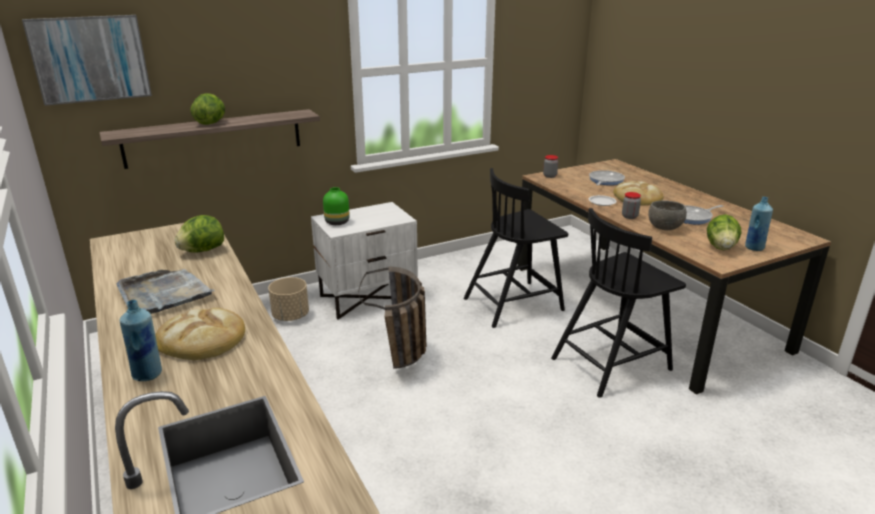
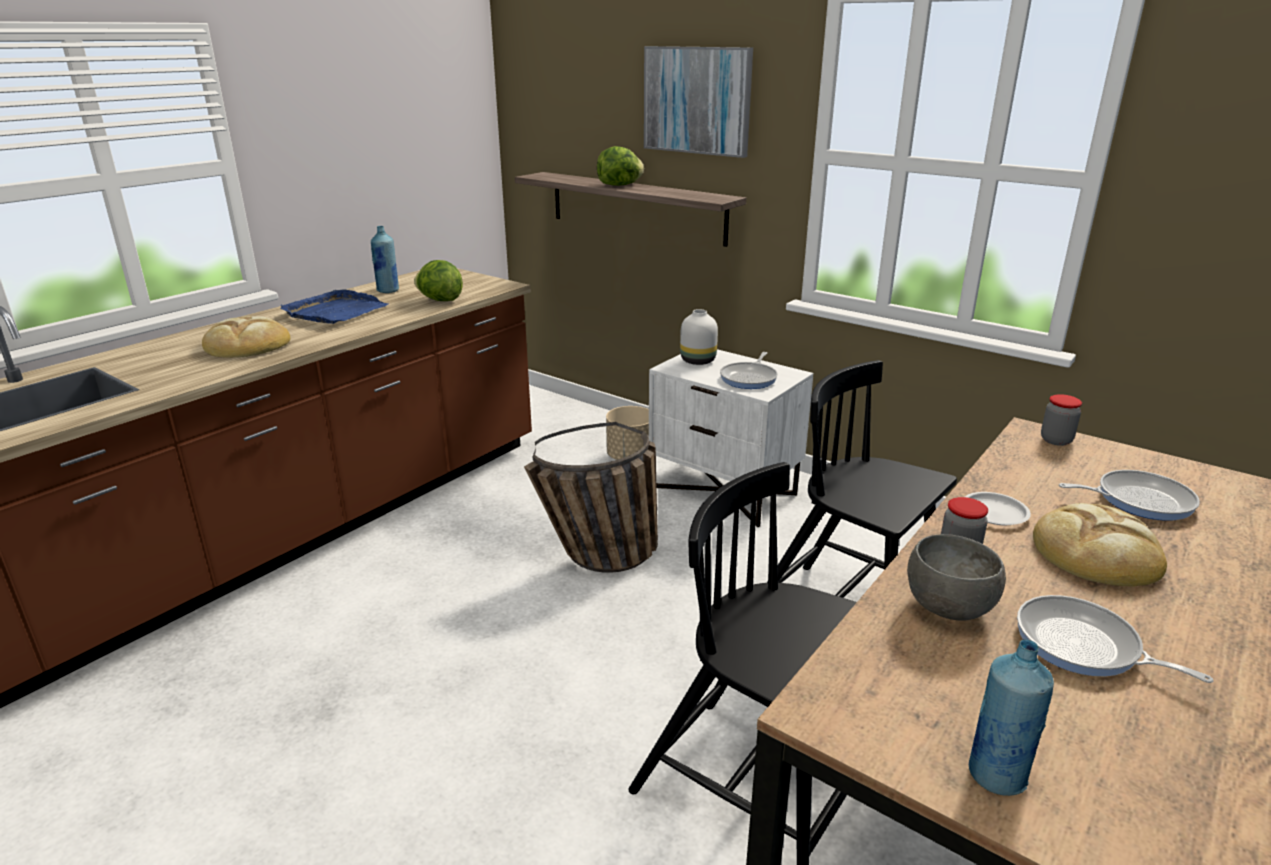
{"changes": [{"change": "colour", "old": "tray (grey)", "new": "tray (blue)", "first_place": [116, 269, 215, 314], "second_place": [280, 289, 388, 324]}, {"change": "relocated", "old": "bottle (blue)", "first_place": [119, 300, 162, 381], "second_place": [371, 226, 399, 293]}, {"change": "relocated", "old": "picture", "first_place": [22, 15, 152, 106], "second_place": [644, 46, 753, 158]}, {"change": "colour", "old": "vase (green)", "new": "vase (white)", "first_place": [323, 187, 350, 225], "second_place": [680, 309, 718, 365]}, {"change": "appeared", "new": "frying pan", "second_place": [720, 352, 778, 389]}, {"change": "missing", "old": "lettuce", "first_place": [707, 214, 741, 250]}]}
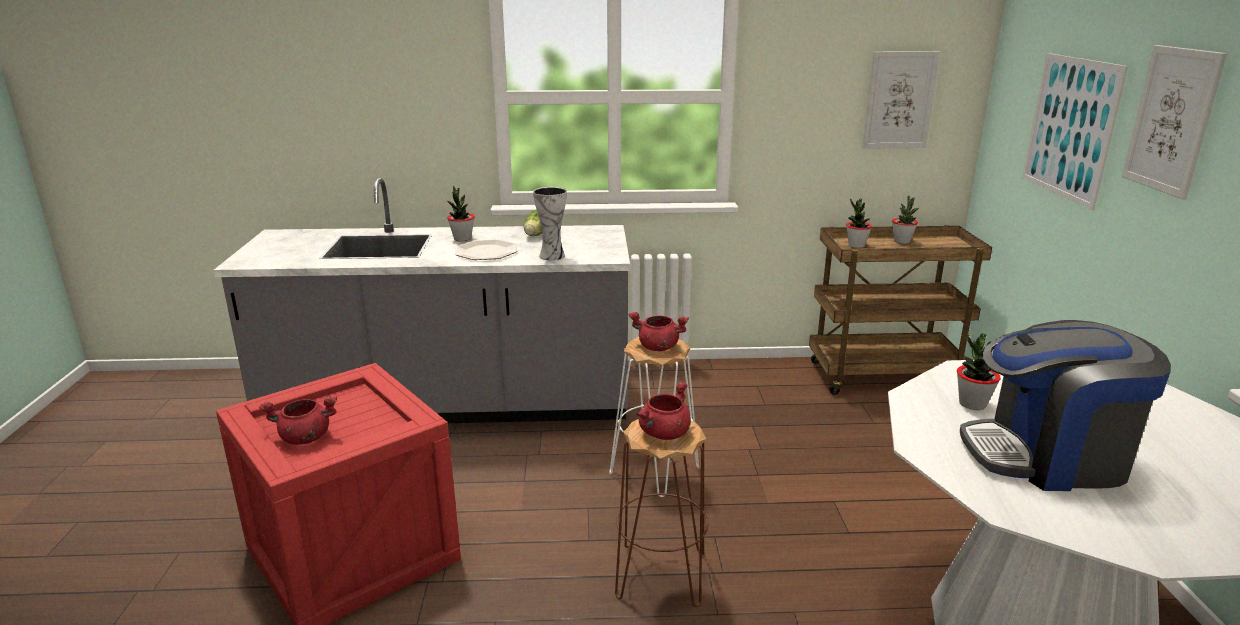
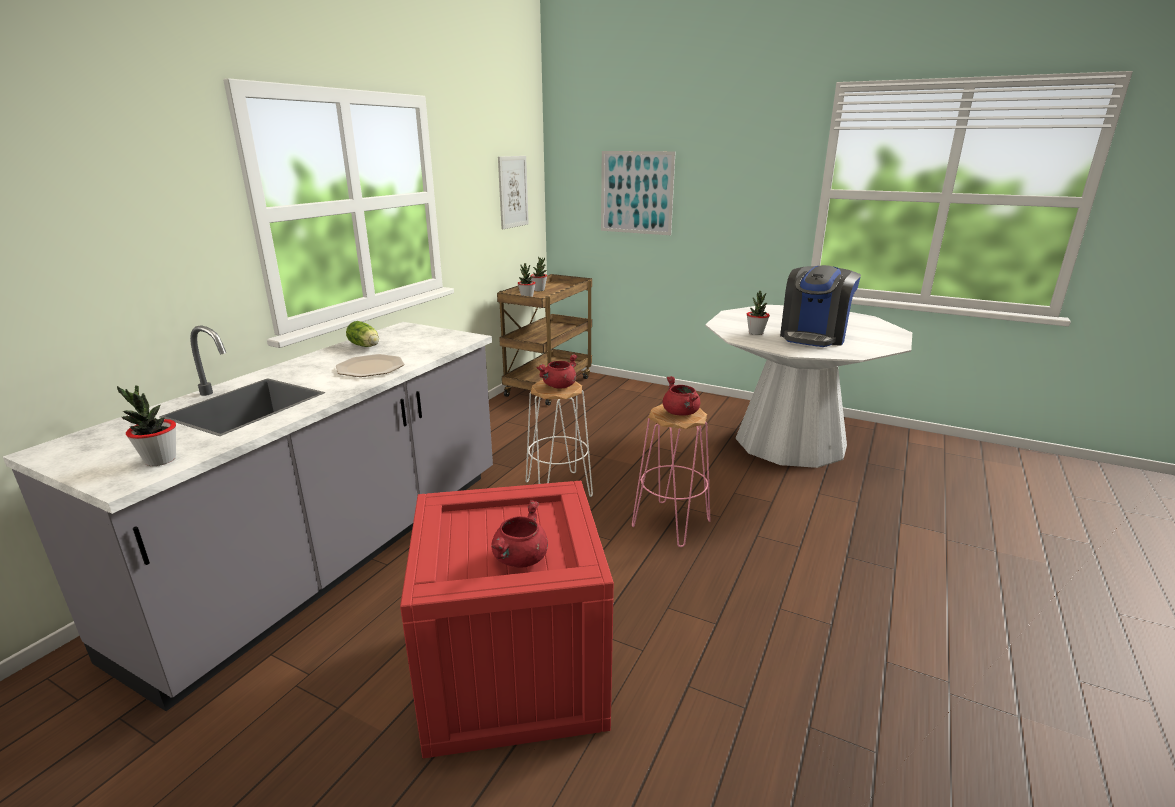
{"changes": [{"change": "relocated", "old": "potted plant", "first_place": [447, 185, 475, 242], "second_place": [117, 385, 176, 466]}, {"change": "colour", "old": "stool (brown)", "new": "stool (pink)", "first_place": [615, 419, 708, 607], "second_place": [632, 404, 711, 547]}, {"change": "missing", "old": "vase", "first_place": [533, 187, 567, 260]}, {"change": "missing", "old": "picture", "first_place": [1122, 45, 1227, 199]}]}
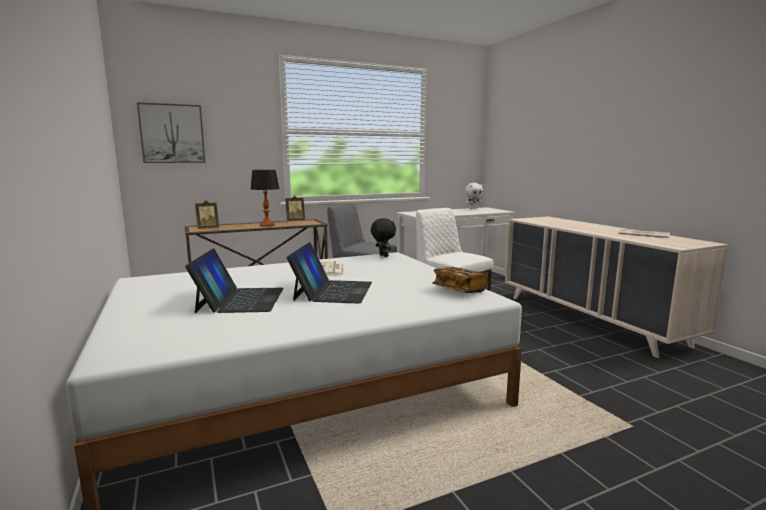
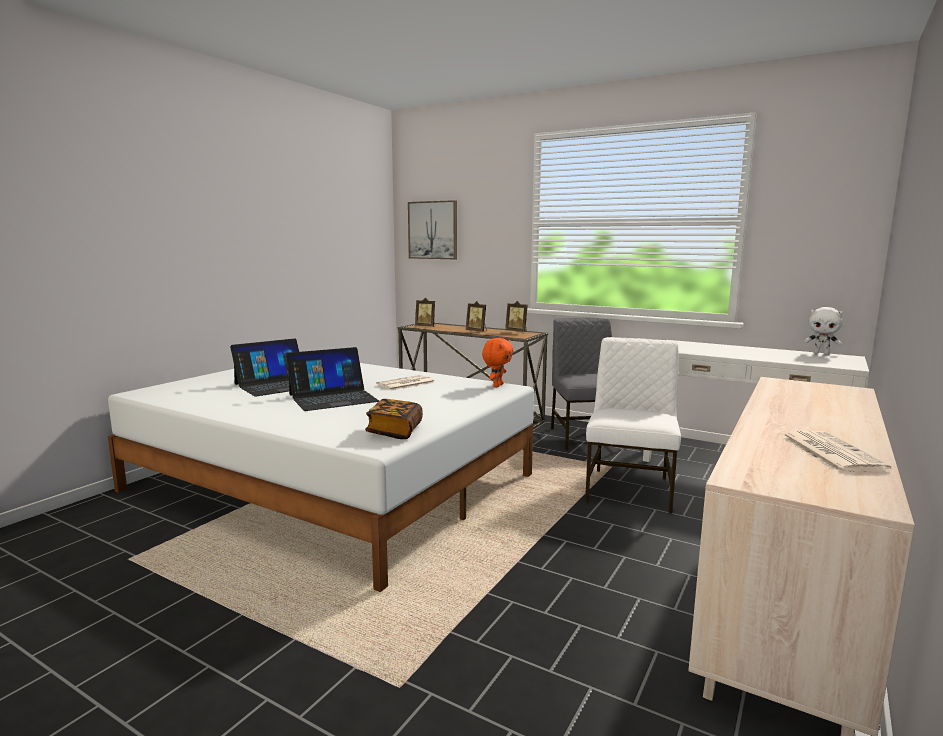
{"changes": [{"change": "exchanged", "old": "table lamp", "new": "picture frame", "first_place": [251, 170, 280, 227], "second_place": [466, 301, 487, 332]}, {"change": "colour", "old": "plush toy (black)", "new": "plush toy (orange)", "first_place": [371, 218, 396, 257], "second_place": [482, 338, 514, 387]}]}
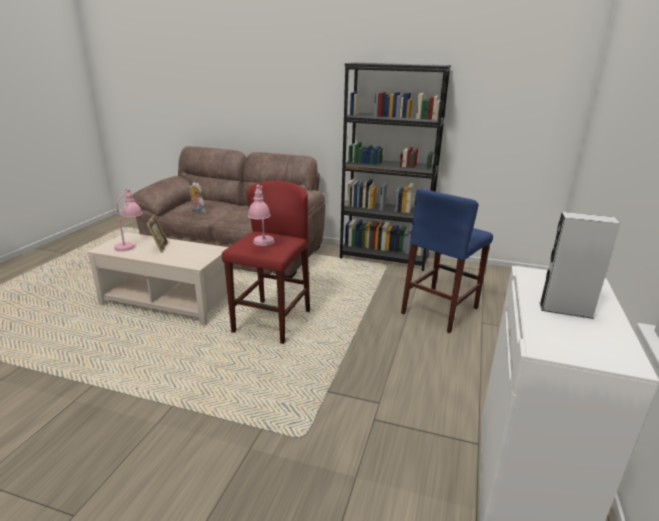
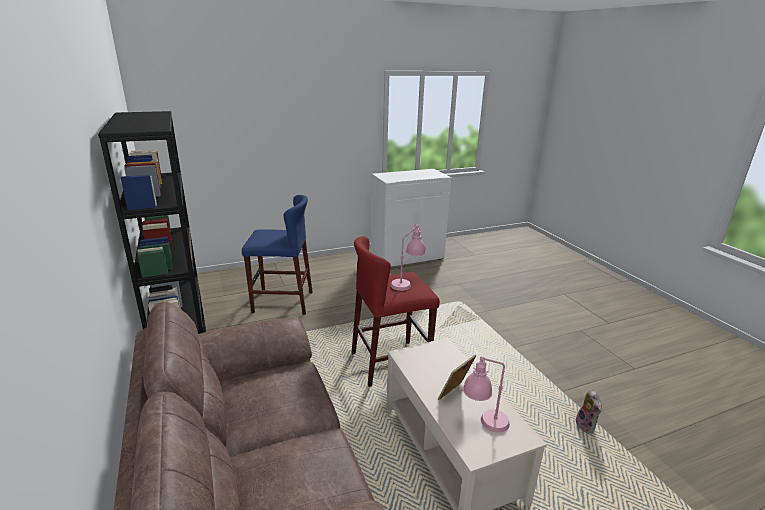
{"changes": [{"change": "relocated", "old": "plush toy", "first_place": [189, 182, 206, 214], "second_place": [576, 389, 602, 434]}, {"change": "missing", "old": "speaker (grey)", "first_place": [540, 212, 621, 319]}]}
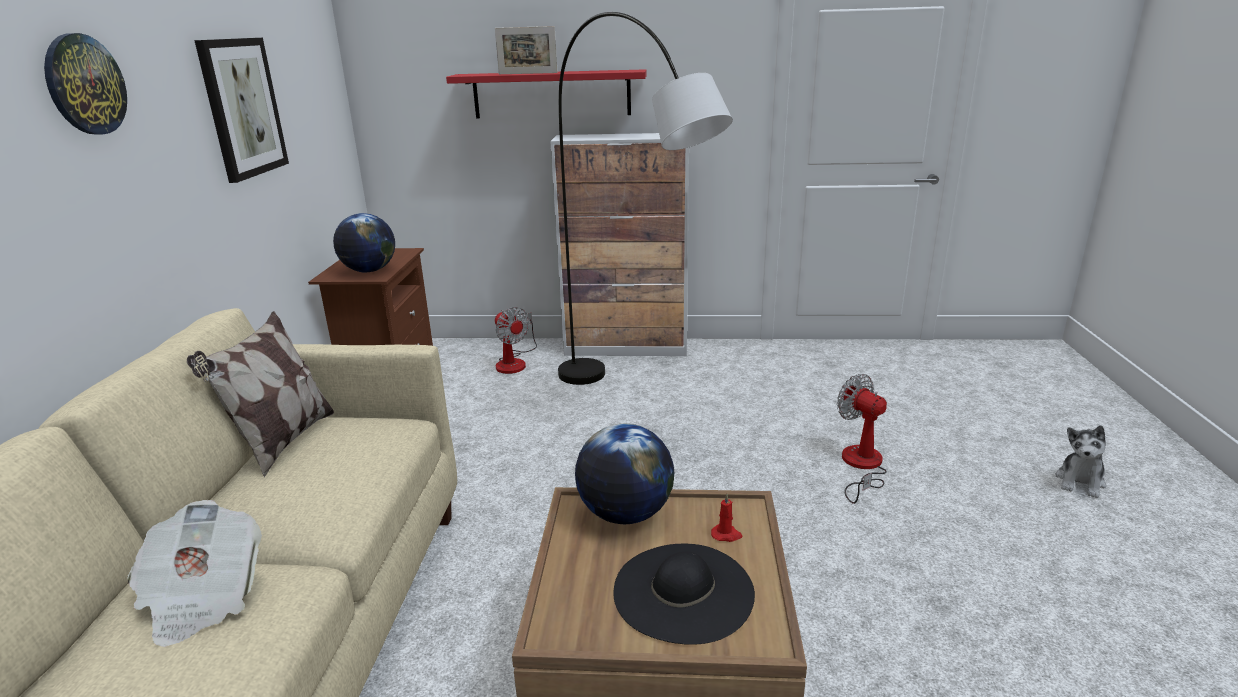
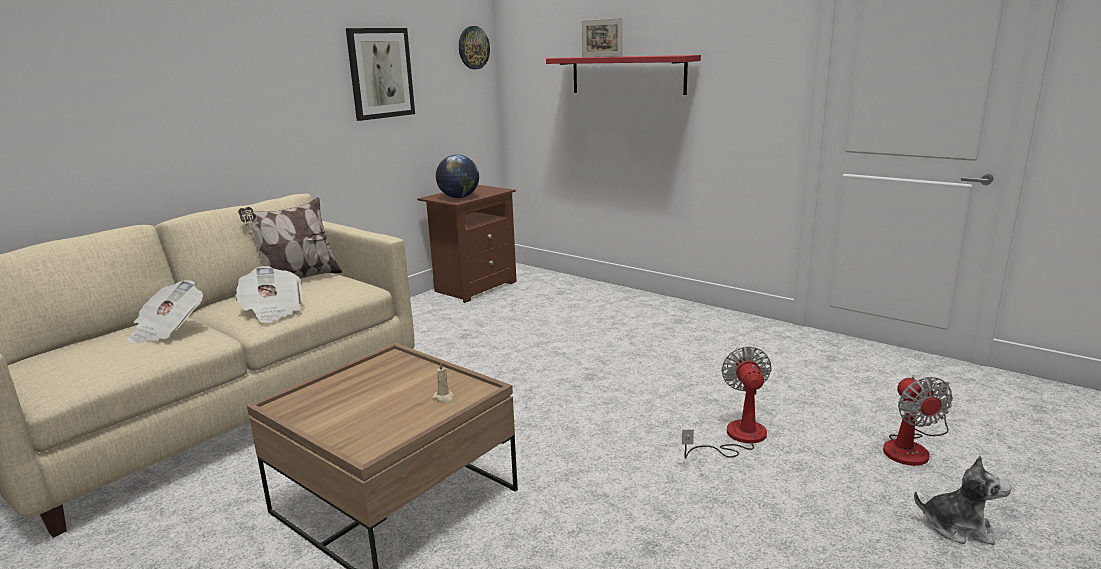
{"changes": [{"change": "appeared", "new": "newspaper", "second_place": [235, 266, 302, 323]}, {"change": "colour", "old": "candle (red)", "new": "candle (beige)", "first_place": [711, 494, 742, 542], "second_place": [433, 362, 454, 403]}, {"change": "relocated", "old": "wall clock", "first_place": [44, 33, 127, 135], "second_place": [459, 26, 490, 69]}, {"change": "relocated", "old": "fan", "first_place": [495, 307, 537, 374], "second_place": [883, 375, 953, 466]}, {"change": "spun", "old": "plush toy", "first_place": [1055, 425, 1106, 498], "second_place": [914, 455, 1012, 545], "degrees": -135}, {"change": "missing", "old": "cabinet", "first_place": [550, 133, 689, 356]}, {"change": "missing", "old": "floor lamp (grey)", "first_place": [558, 12, 733, 385]}, {"change": "missing", "old": "globe", "first_place": [575, 424, 674, 524]}, {"change": "missing", "old": "hat (black)", "first_place": [613, 544, 755, 645]}]}
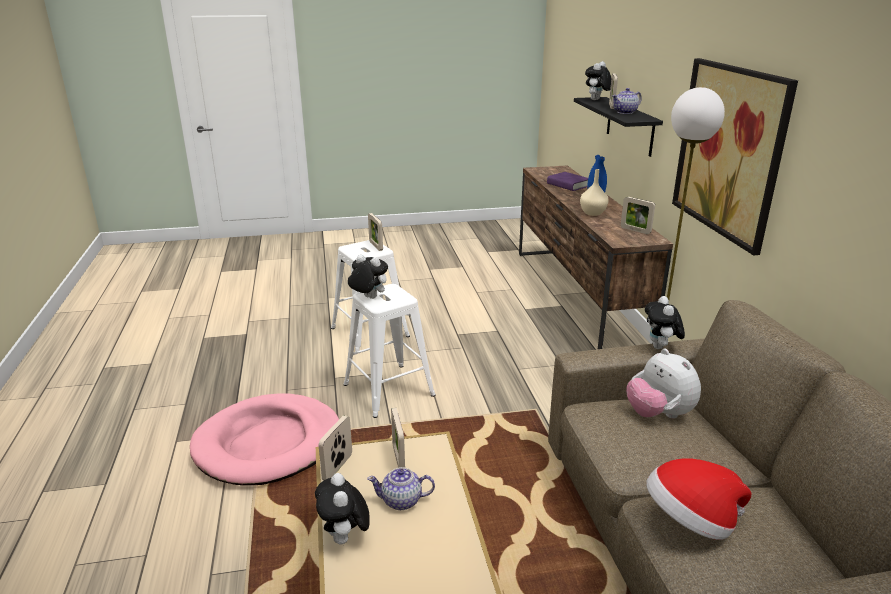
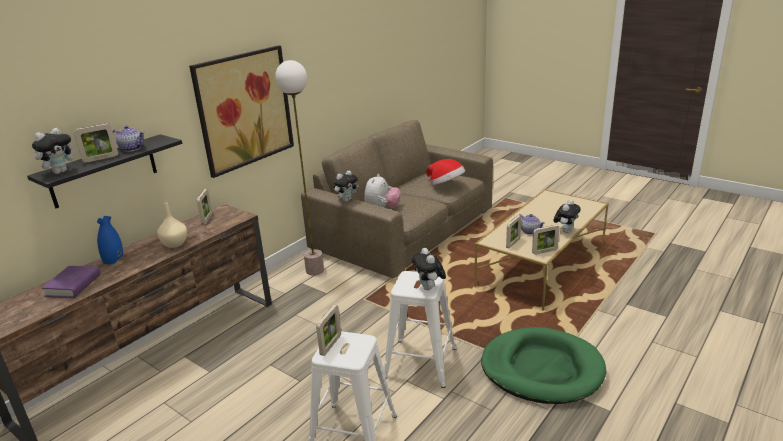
{"changes": [{"change": "spun", "old": "plush toy", "first_place": [585, 61, 612, 100], "second_place": [32, 128, 77, 174], "degrees": -45}, {"change": "colour", "old": "dog bed (pink)", "new": "dog bed (green)", "first_place": [190, 394, 339, 485], "second_place": [481, 327, 607, 404]}]}
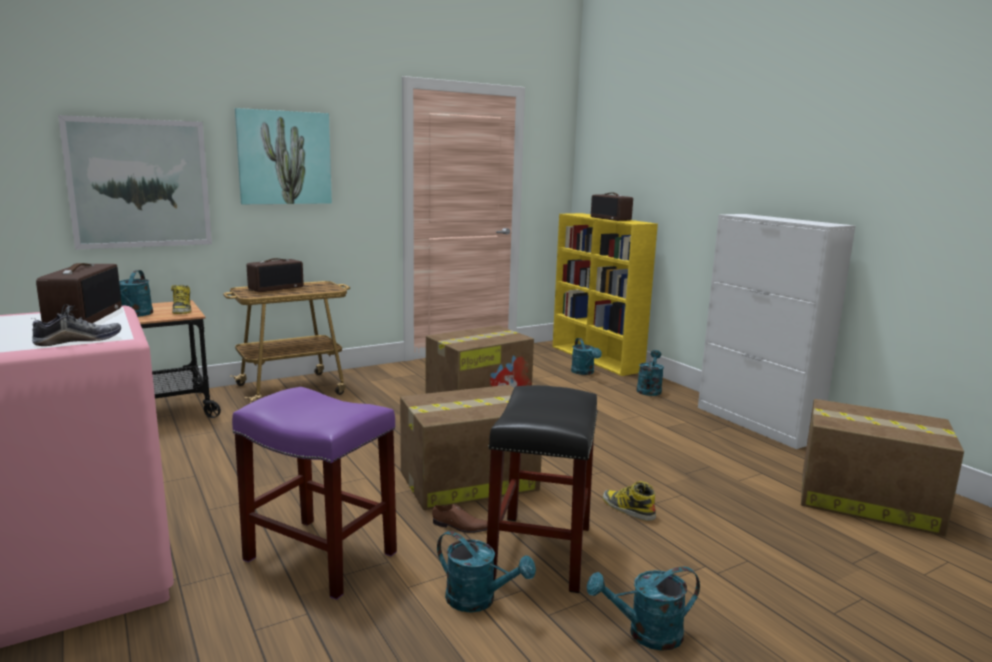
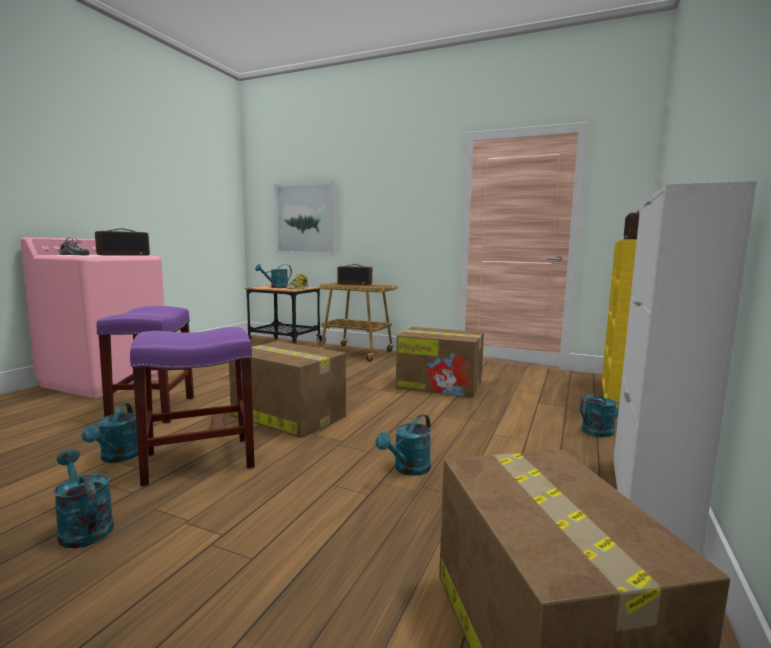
{"changes": [{"change": "colour", "old": "stool (black)", "new": "stool (purple)", "first_place": [487, 385, 598, 593], "second_place": [130, 327, 255, 487]}, {"change": "relocated", "old": "watering can (turquoise)", "first_place": [571, 338, 602, 375], "second_place": [376, 414, 431, 476]}, {"change": "missing", "old": "picture", "first_place": [235, 108, 332, 204]}, {"change": "missing", "old": "boot", "first_place": [602, 481, 656, 521]}]}
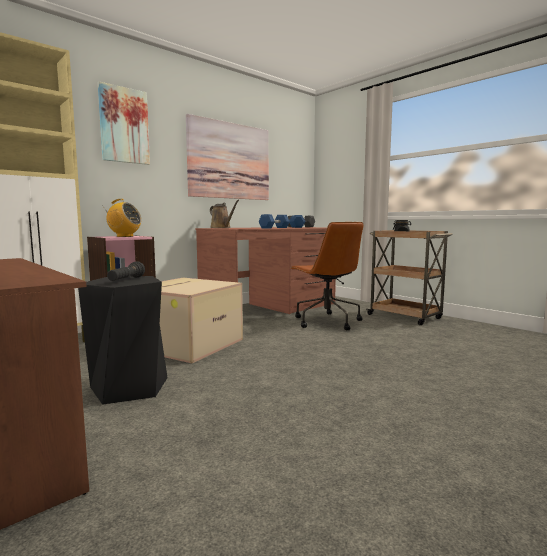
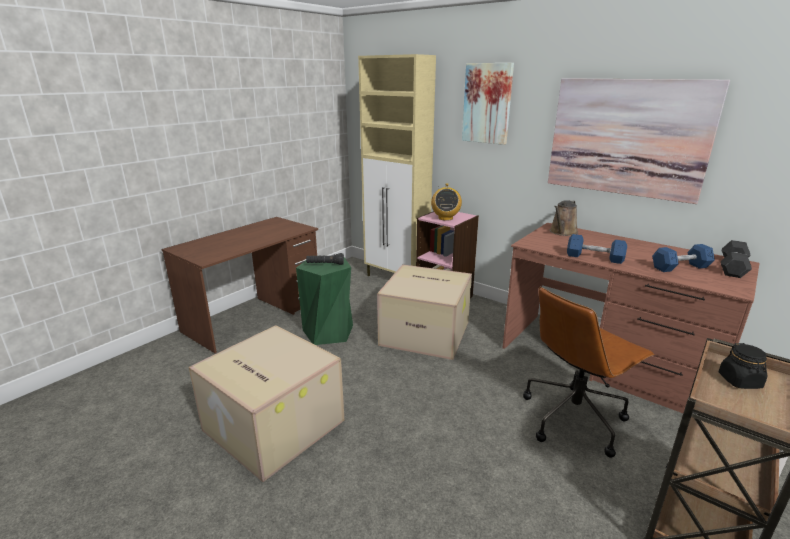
{"changes": [{"change": "appeared", "new": "cardboard box", "second_place": [188, 325, 344, 482]}, {"change": "colour", "old": "stool (black)", "new": "stool (green)", "first_place": [78, 276, 168, 405], "second_place": [296, 257, 353, 345]}]}
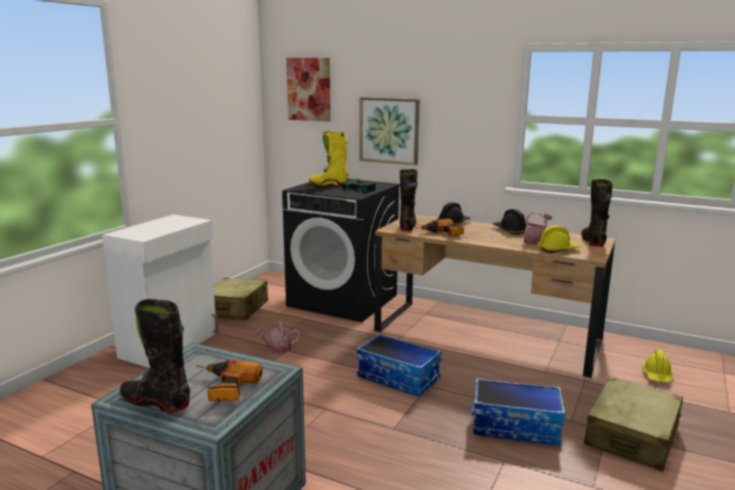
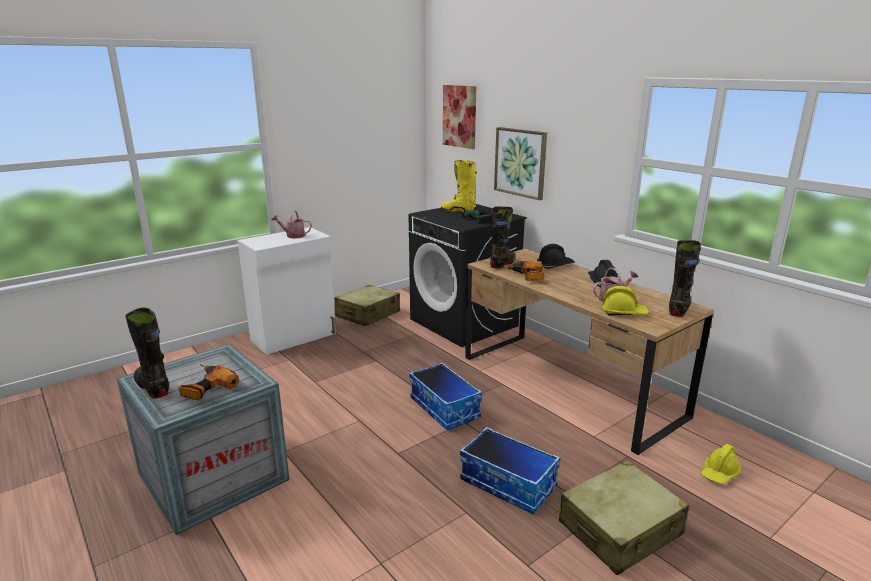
{"changes": [{"change": "relocated", "old": "watering can", "first_place": [253, 320, 300, 353], "second_place": [272, 210, 312, 238]}]}
